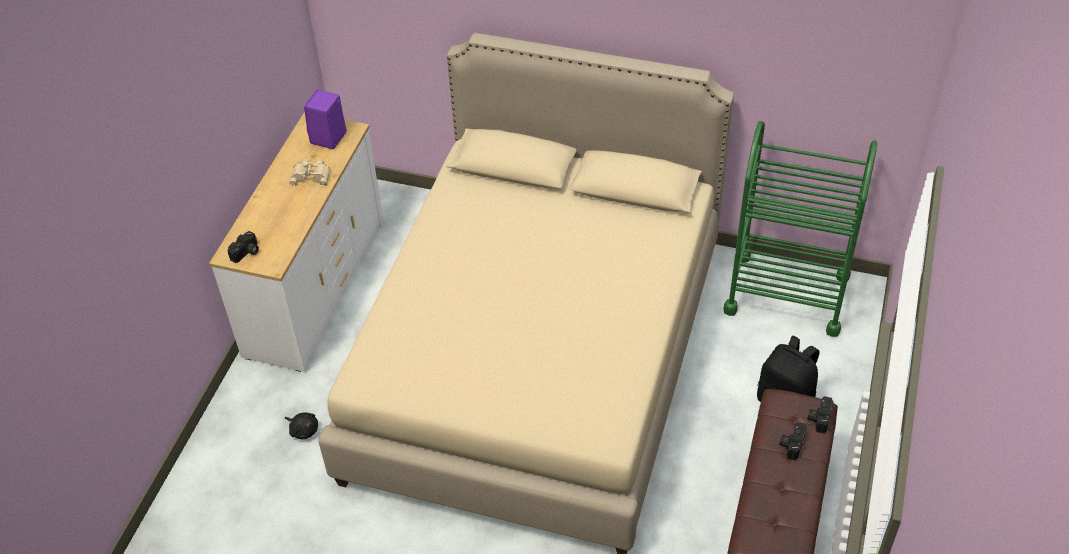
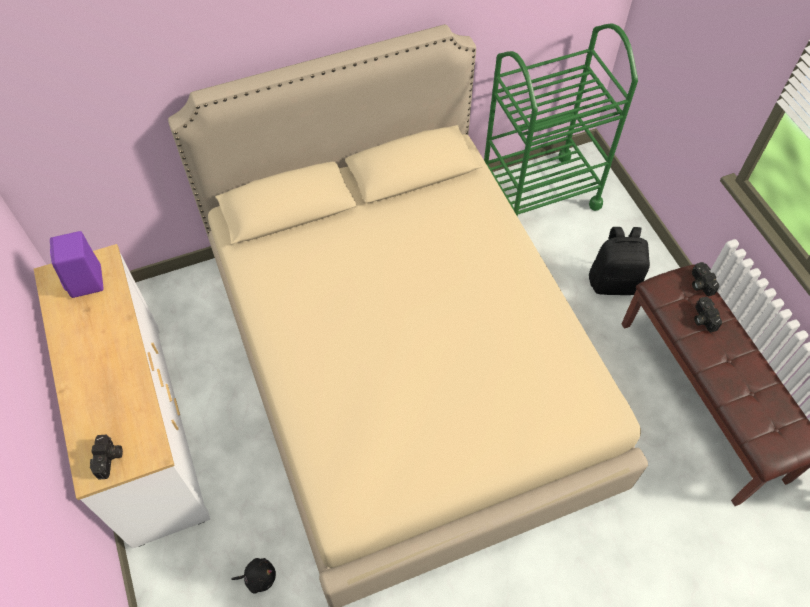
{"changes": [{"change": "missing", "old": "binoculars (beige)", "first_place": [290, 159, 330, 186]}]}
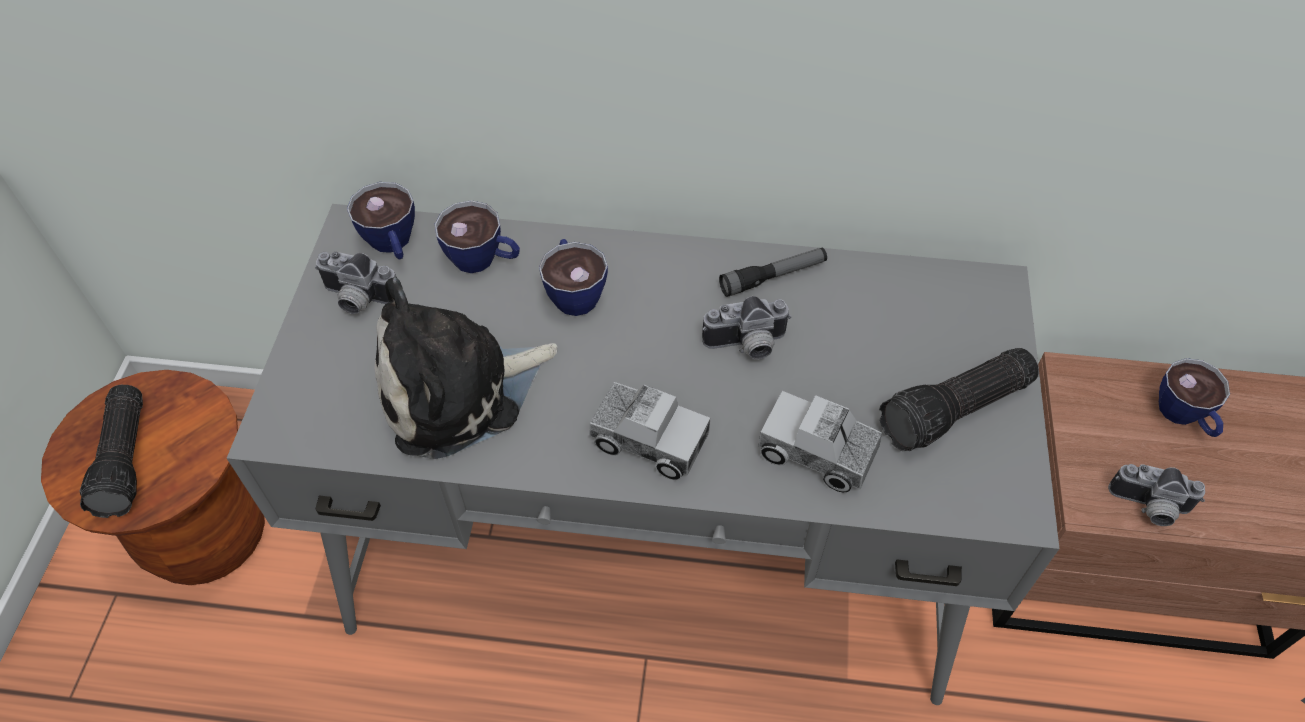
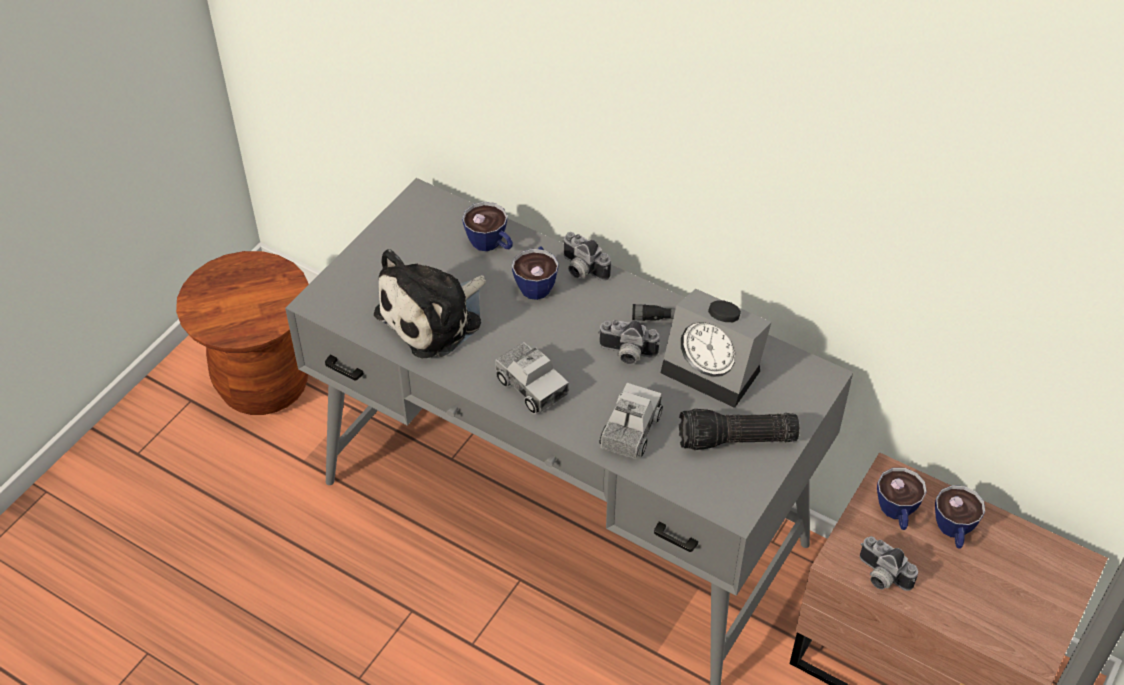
{"changes": [{"change": "spun", "old": "plush toy", "first_place": [374, 277, 558, 459], "second_place": [374, 249, 486, 358], "degrees": -45}, {"change": "relocated", "old": "photo camera", "first_place": [315, 252, 397, 314], "second_place": [562, 232, 611, 281]}, {"change": "spun", "old": "toy truck", "first_place": [758, 391, 882, 492], "second_place": [600, 383, 663, 459], "degrees": 60}, {"change": "appeared", "new": "alarm clock", "second_place": [661, 289, 772, 408]}, {"change": "relocated", "old": "cup", "first_place": [347, 182, 415, 259], "second_place": [877, 468, 927, 530]}, {"change": "missing", "old": "flashlight", "first_place": [80, 385, 143, 518]}]}
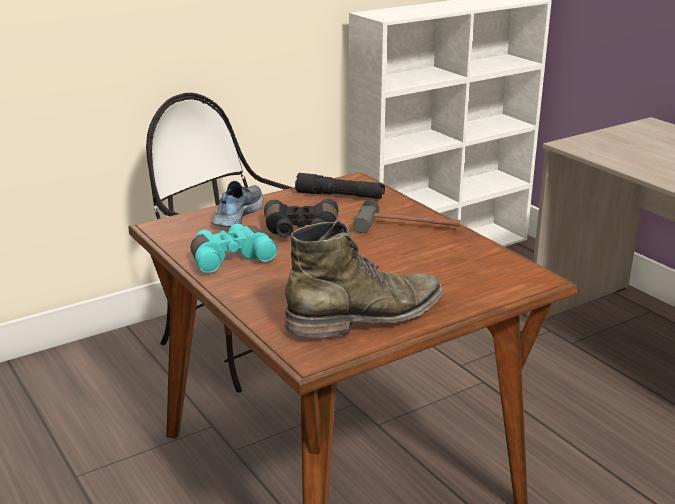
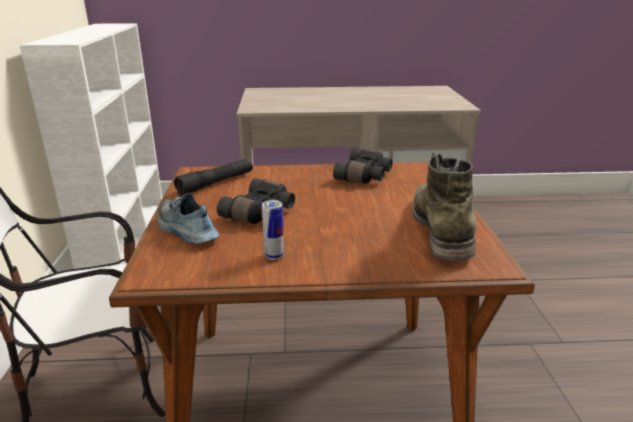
{"changes": [{"change": "exchanged", "old": "binoculars (turquoise)", "new": "can", "first_place": [191, 224, 278, 273], "second_place": [262, 200, 284, 260]}, {"change": "appeared", "new": "binoculars (black)", "second_place": [333, 148, 393, 184]}, {"change": "missing", "old": "hammer", "first_place": [353, 200, 461, 233]}]}
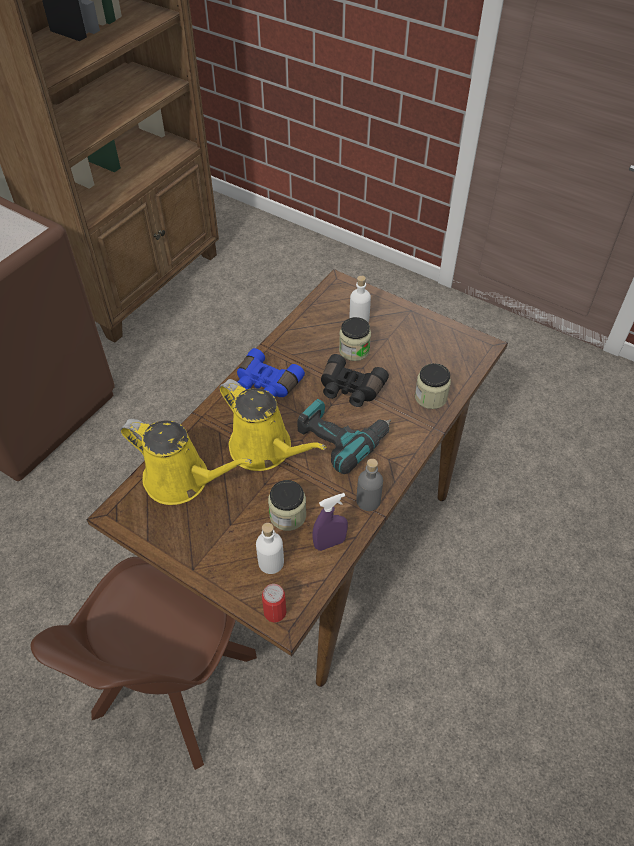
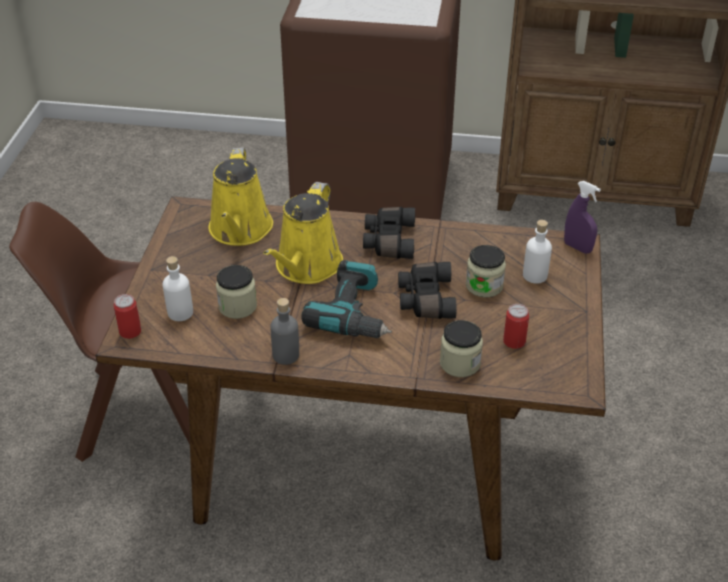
{"changes": [{"change": "colour", "old": "binoculars (blue)", "new": "binoculars (black)", "first_place": [237, 348, 305, 397], "second_place": [363, 207, 415, 259]}, {"change": "appeared", "new": "can", "second_place": [503, 304, 529, 349]}, {"change": "relocated", "old": "spray bottle (purple)", "first_place": [312, 493, 348, 551], "second_place": [564, 181, 601, 254]}]}
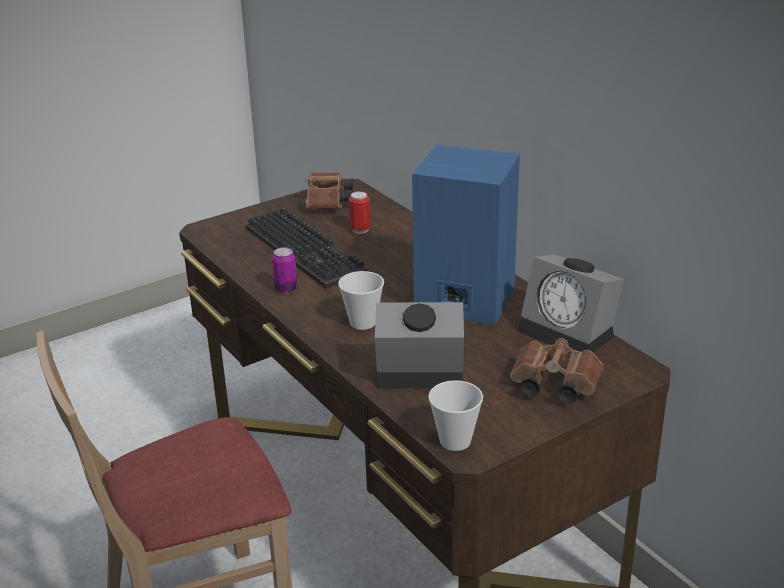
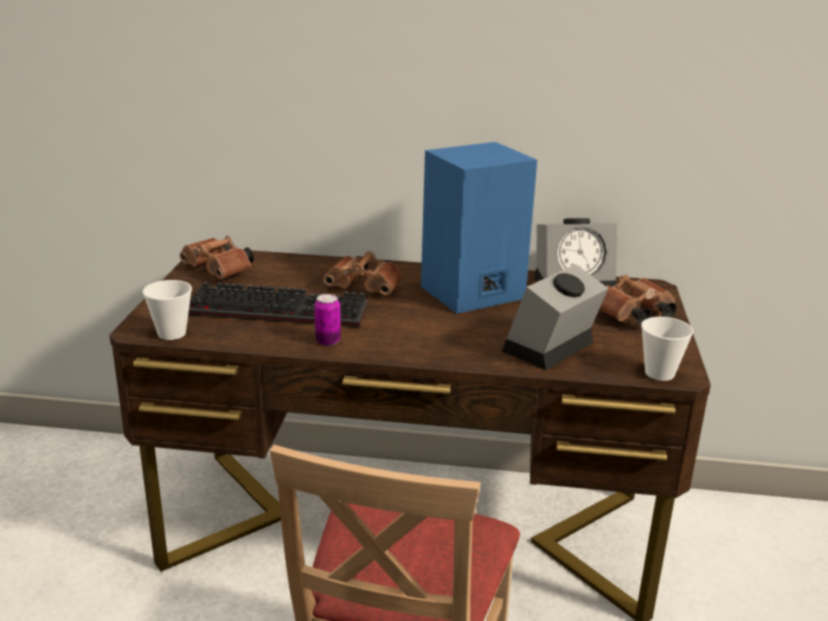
{"changes": [{"change": "relocated", "old": "cup", "first_place": [338, 271, 384, 330], "second_place": [143, 280, 192, 340]}, {"change": "appeared", "new": "binoculars (brown)", "second_place": [323, 251, 403, 295]}, {"change": "missing", "old": "can", "first_place": [349, 191, 371, 234]}]}
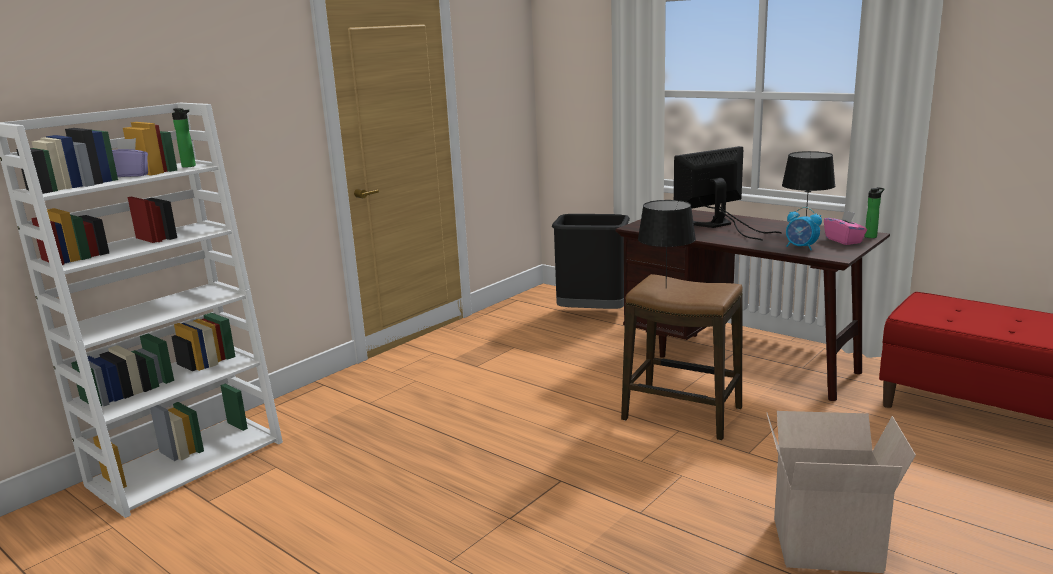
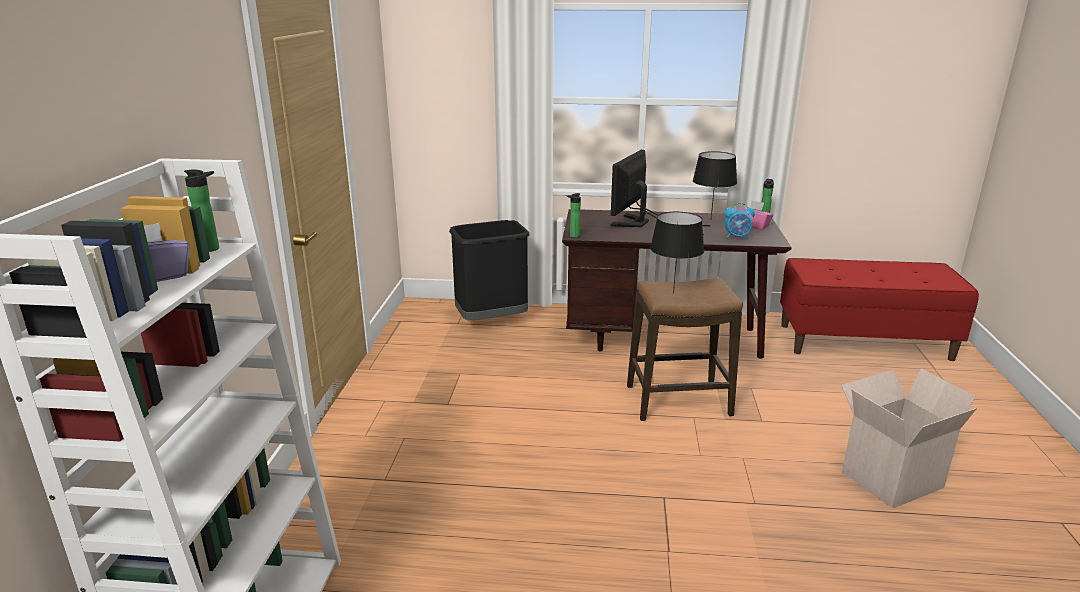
{"changes": [{"change": "appeared", "new": "bottle", "second_place": [567, 193, 581, 238]}]}
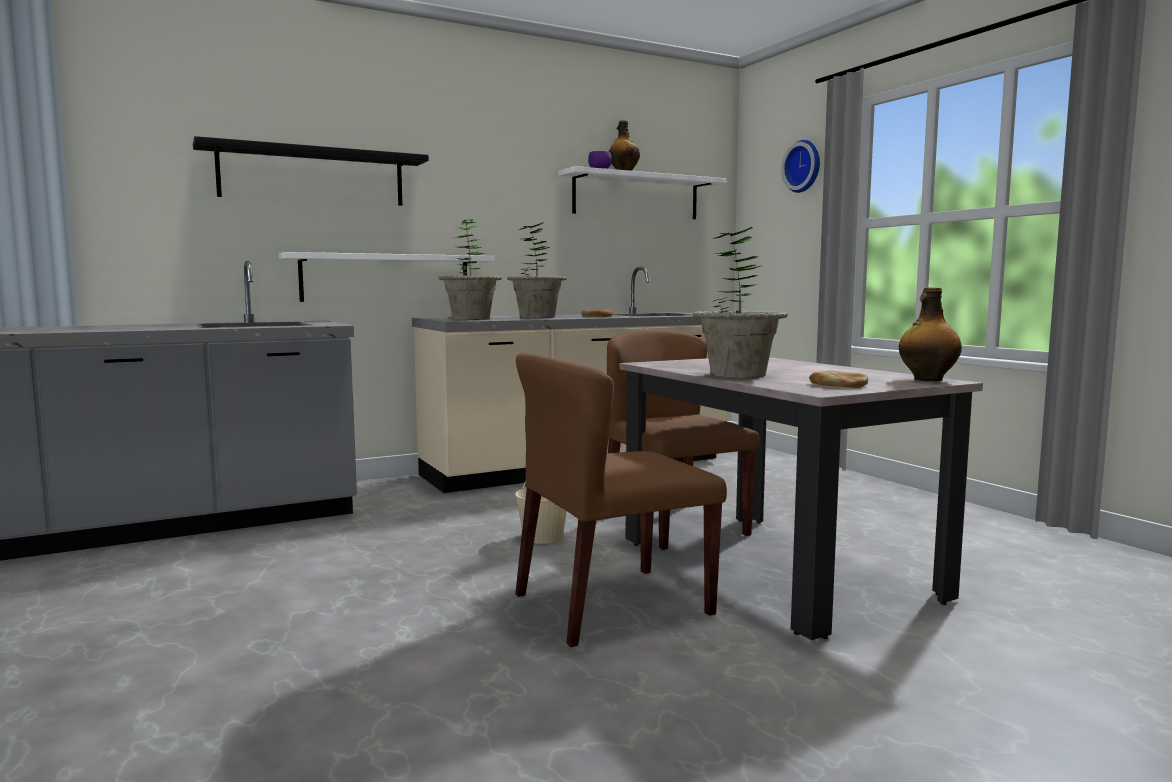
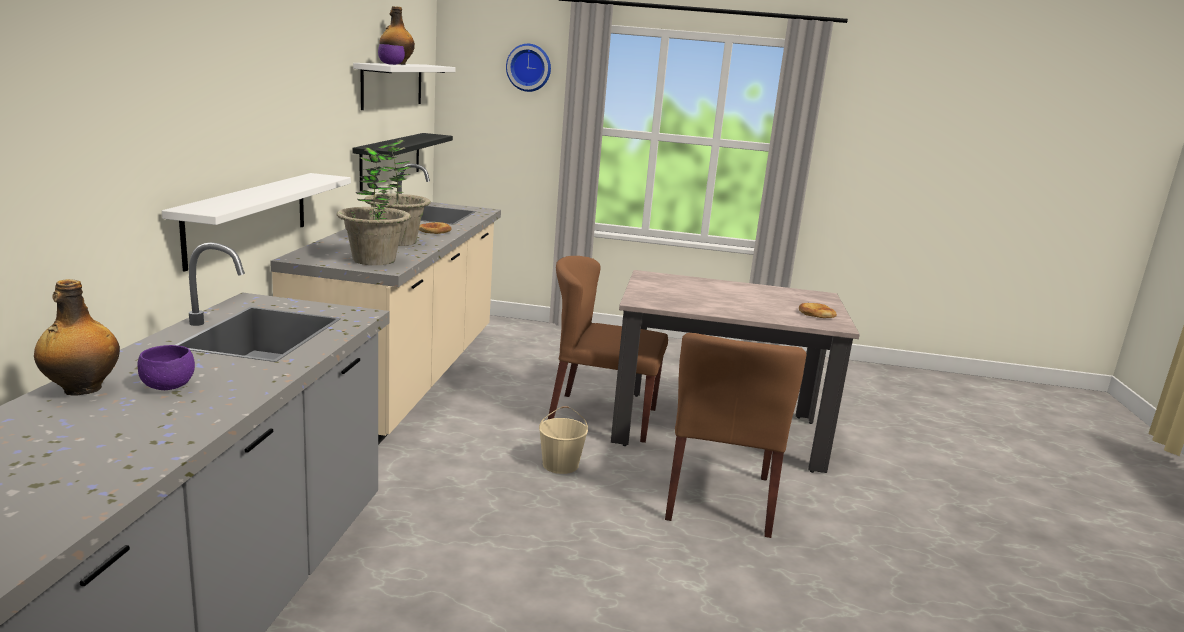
{"changes": [{"change": "relocated", "old": "bottle", "first_place": [898, 287, 962, 381], "second_place": [34, 279, 120, 396]}, {"change": "appeared", "new": "bowl (purple)", "second_place": [137, 345, 195, 390]}, {"change": "relocated", "old": "shelf (black)", "first_place": [193, 136, 429, 206], "second_place": [352, 133, 453, 191]}, {"change": "missing", "old": "potted plant", "first_place": [693, 227, 788, 378]}]}
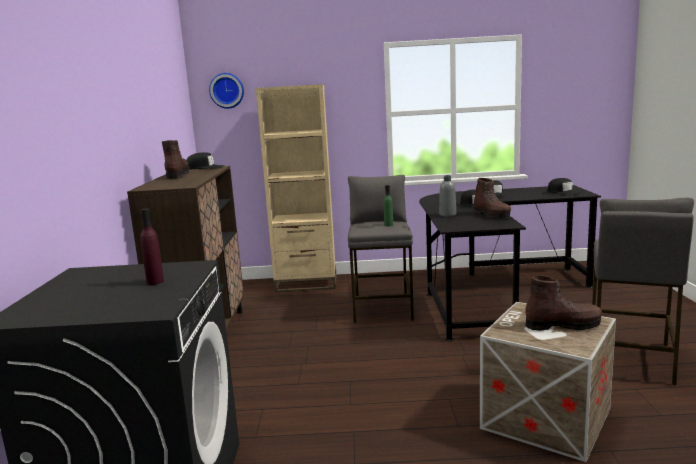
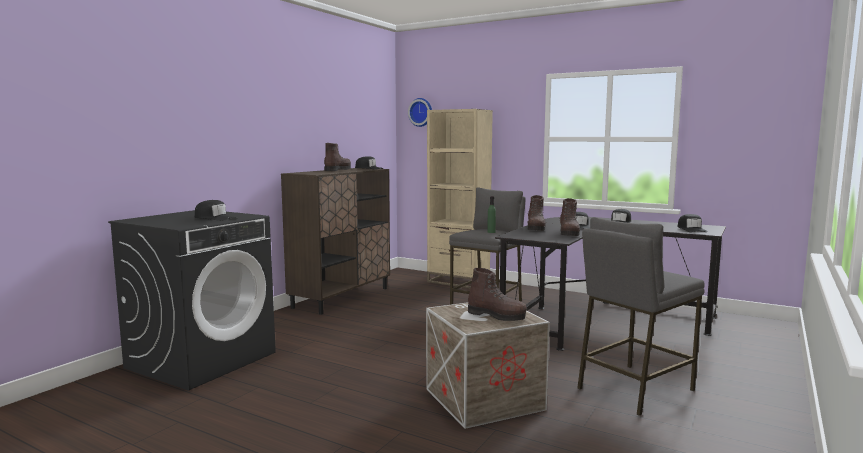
{"changes": [{"change": "exchanged", "old": "bottle (purple)", "new": "cap (black)", "first_place": [140, 209, 164, 285], "second_place": [195, 200, 237, 221]}, {"change": "exchanged", "old": "bottle (grey)", "new": "boot (brown)", "first_place": [439, 175, 456, 216], "second_place": [528, 195, 546, 231]}]}
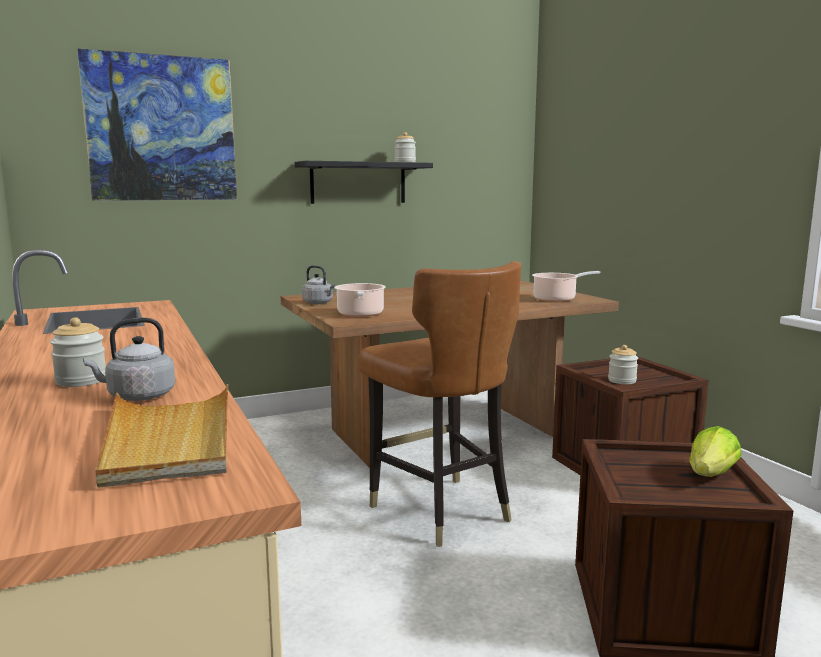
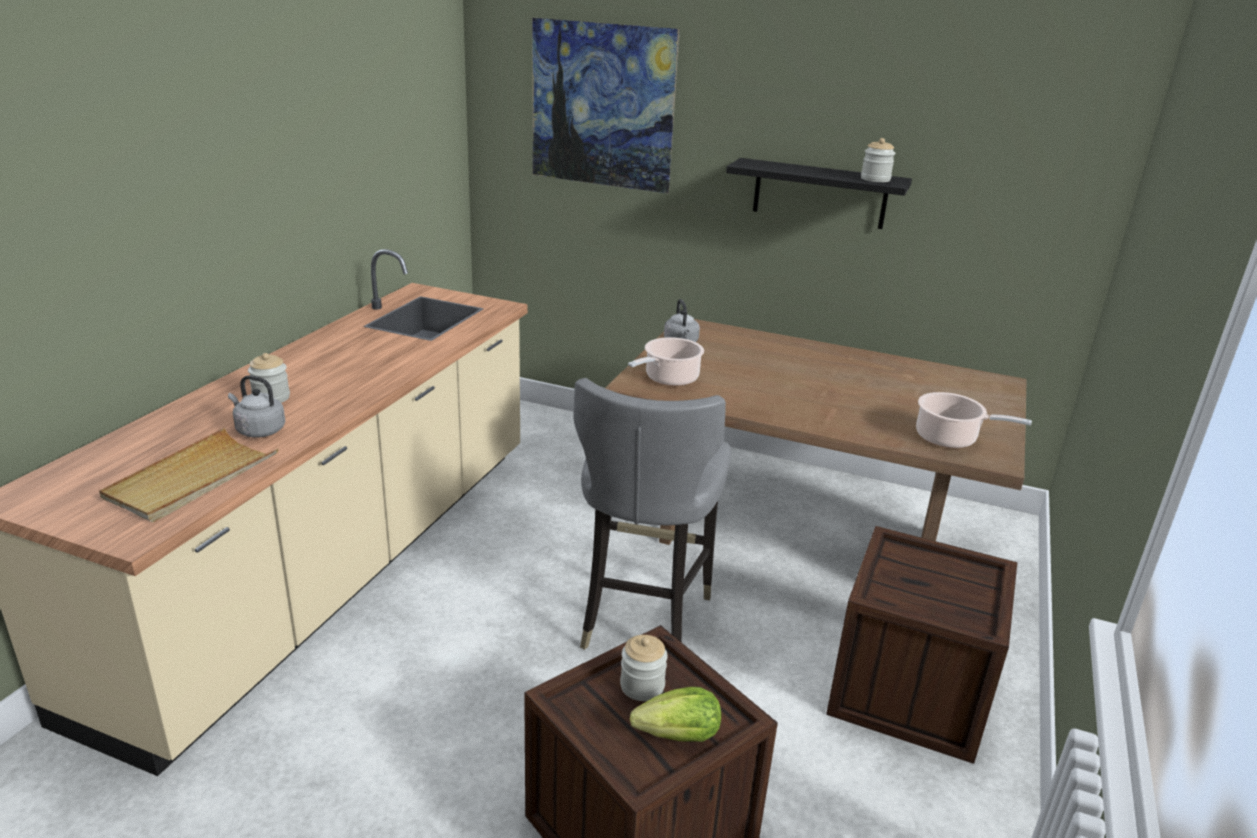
{"changes": [{"change": "colour", "old": "chair (brown)", "new": "chair (grey)", "first_place": [359, 261, 521, 547], "second_place": [573, 378, 731, 650]}, {"change": "relocated", "old": "jar", "first_place": [608, 345, 638, 384], "second_place": [620, 635, 668, 701]}]}
